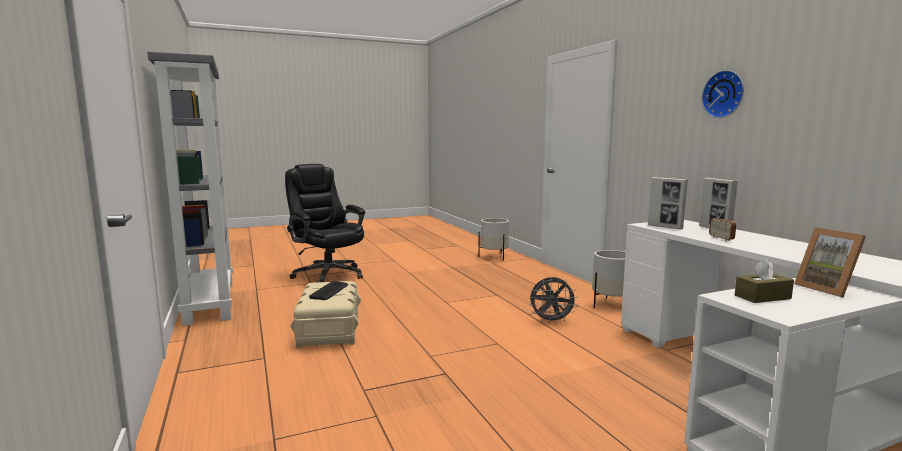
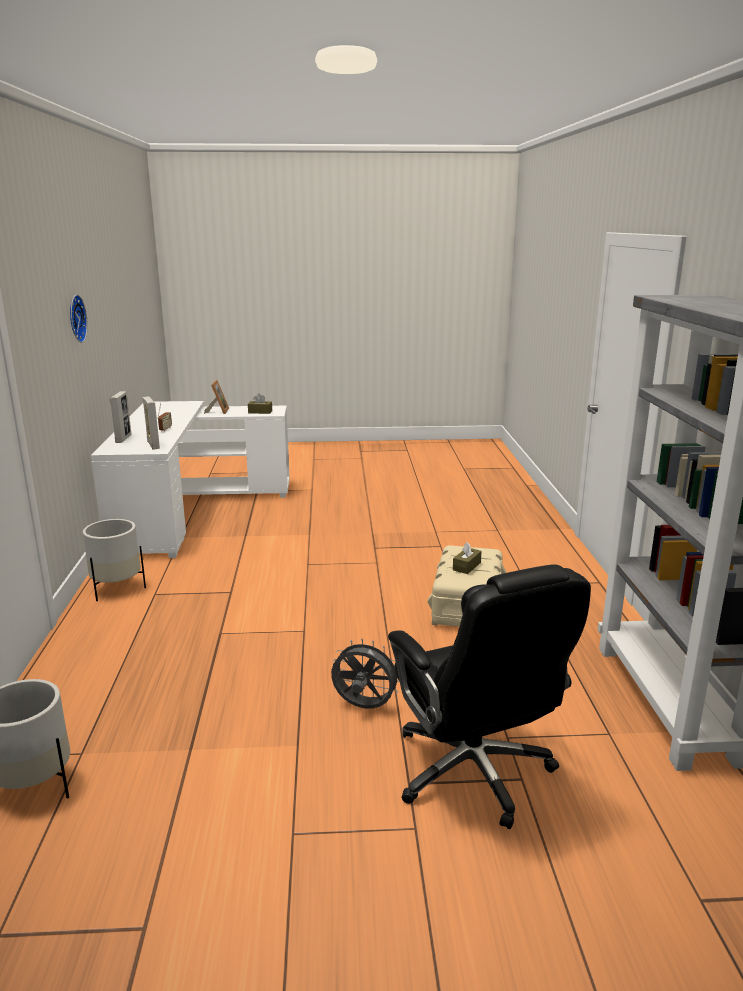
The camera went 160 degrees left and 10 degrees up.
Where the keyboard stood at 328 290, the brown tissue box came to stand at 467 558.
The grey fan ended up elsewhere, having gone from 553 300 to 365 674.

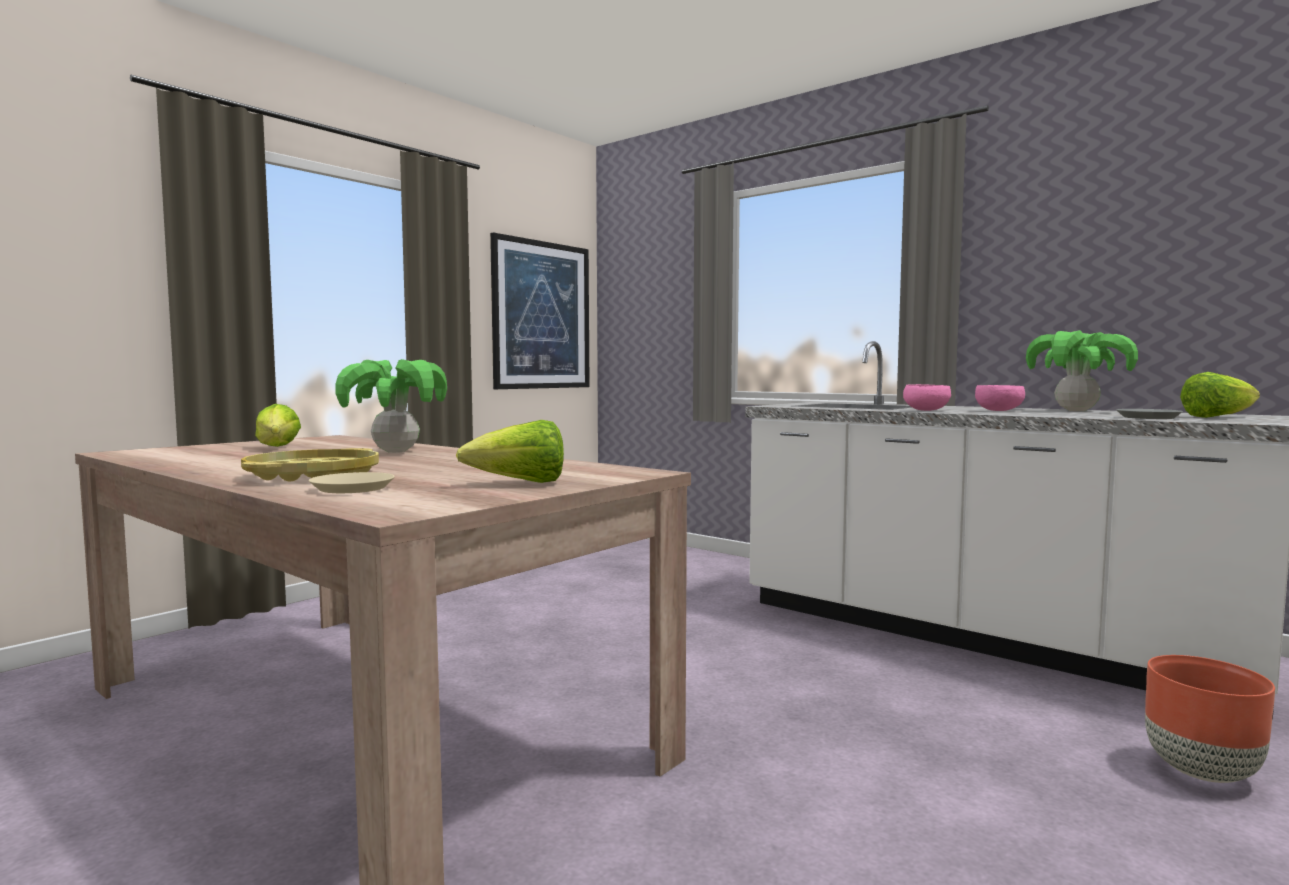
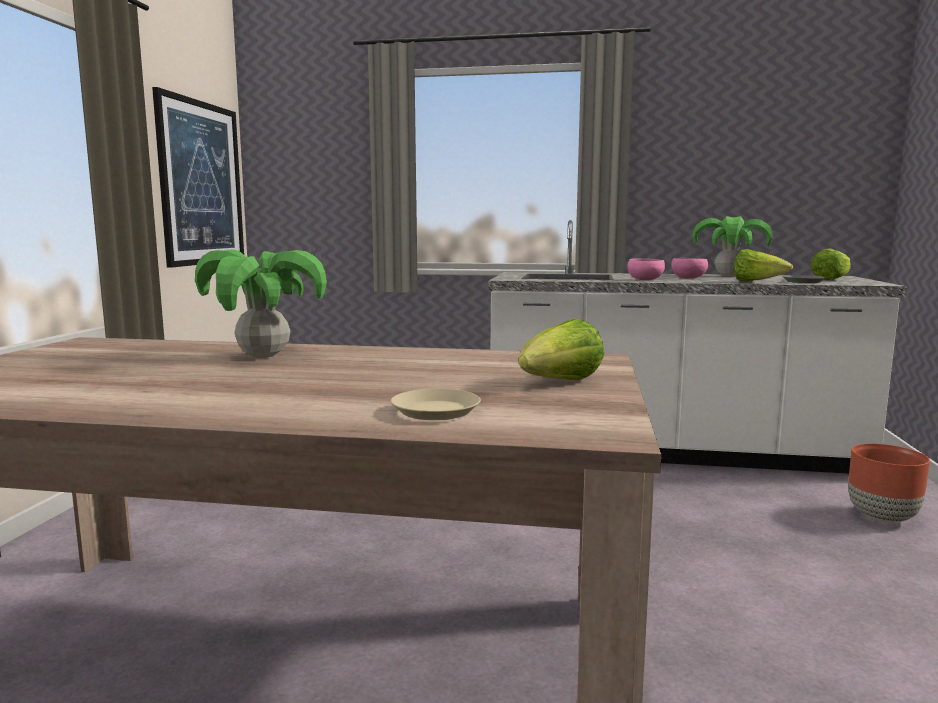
The camera went 30 degrees left and 5 degrees up.
The second view lost the yellow tray at 310 465.
The lettuce ended up elsewhere, having gone from 278 425 to 763 265.

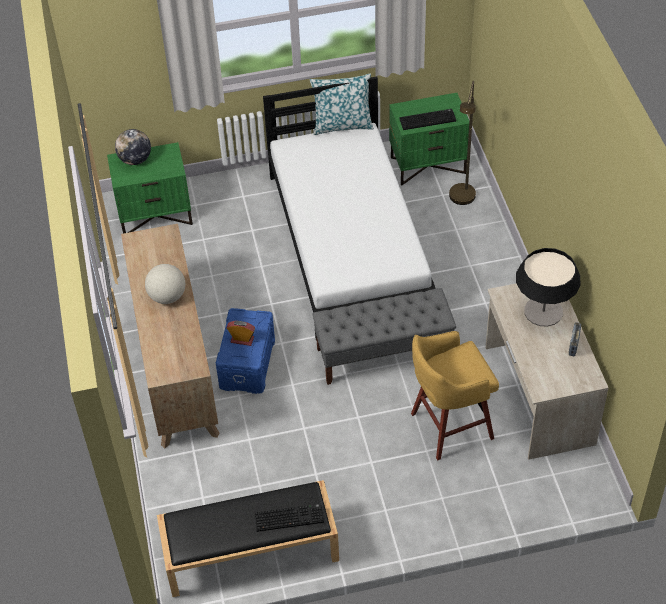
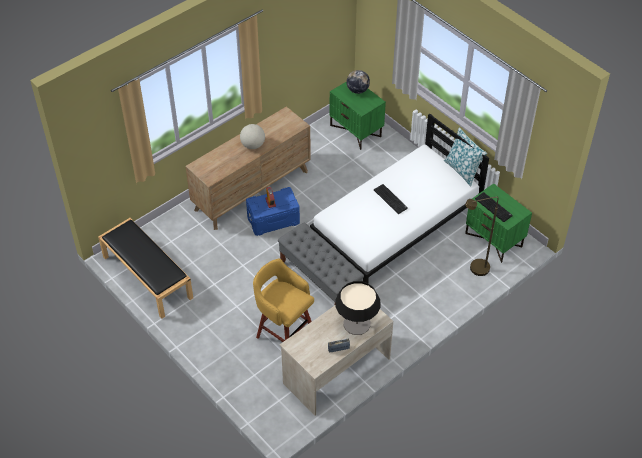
The camera went 60 degrees right and 0 degrees up.
The keyboard ended up elsewhere, having gone from 289 517 to 391 199.

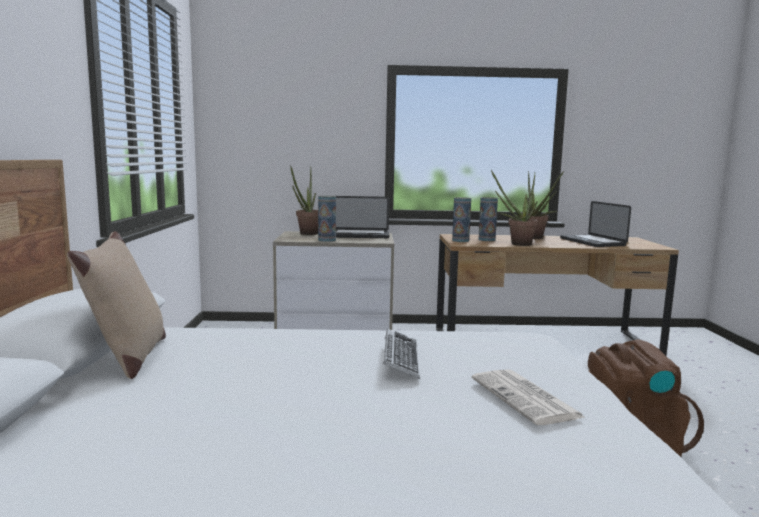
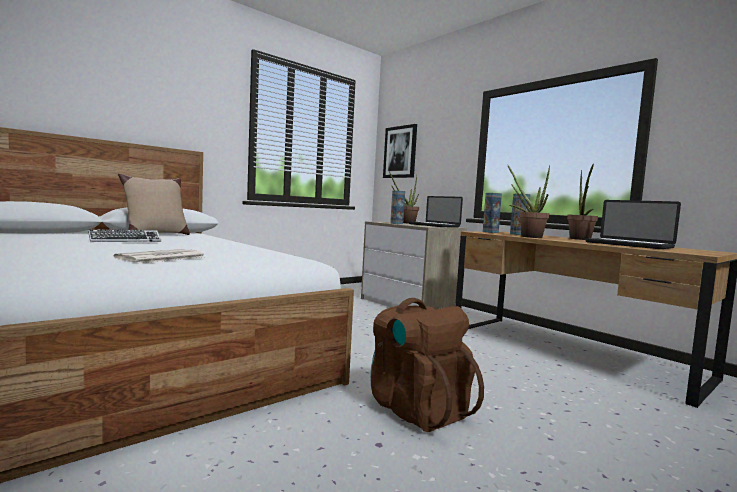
The camera went 50 degrees right and 5 degrees down.
The keyboard ended up elsewhere, having gone from 401 353 to 124 235.
The laptop at 595 224 ended up facing another way, 75 degrees counterclockwise from before.
The second view gained the picture at 400 151.

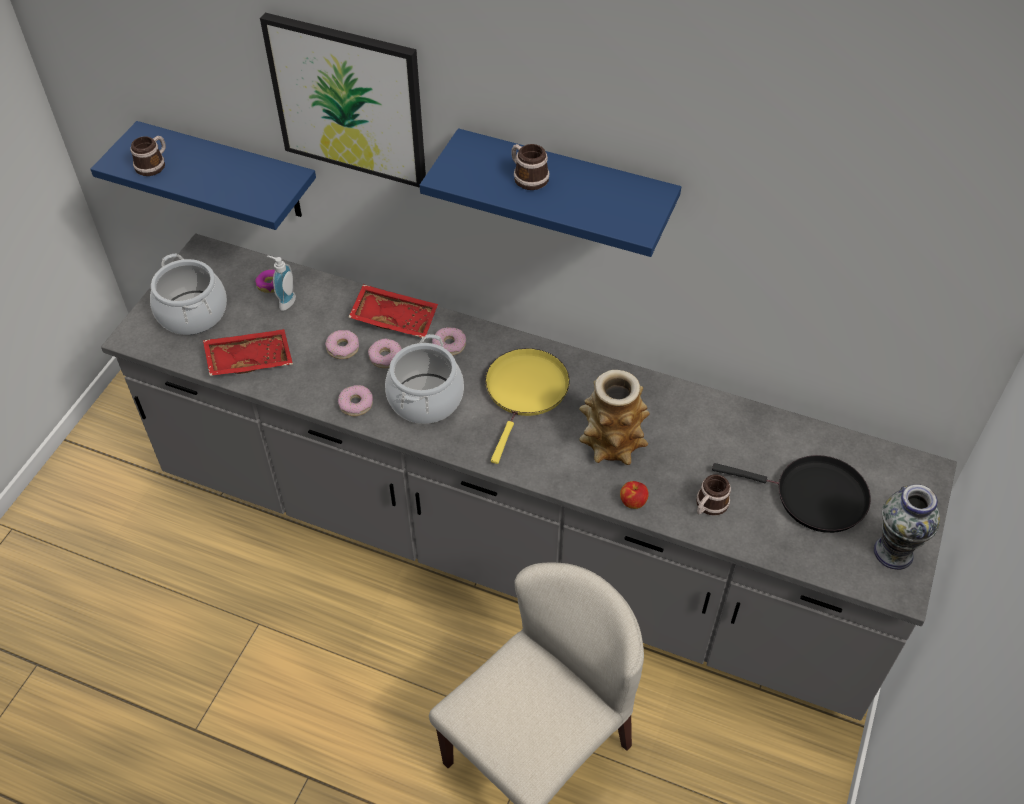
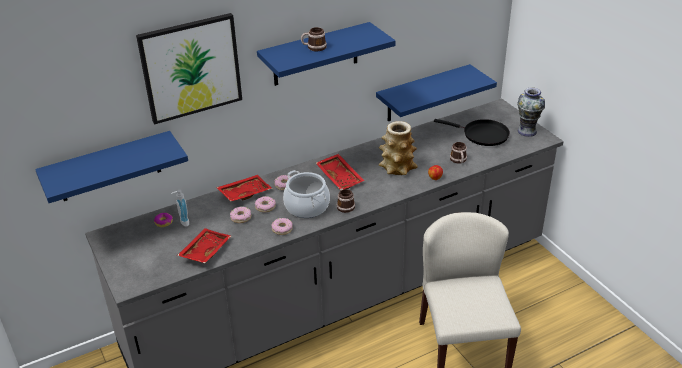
The camera went 50 degrees left and 15 degrees down.
The mug ended up elsewhere, having gone from 148 156 to 346 200.
The second view lost the cooking pot at 188 294.
Where the yellow frying pan stood at 527 406, the red tray came to stand at 340 172.
The black frying pan at 791 494 ended up facing another way, 60 degrees clockwise from before.
The second view gained the blue shelf at 436 92.

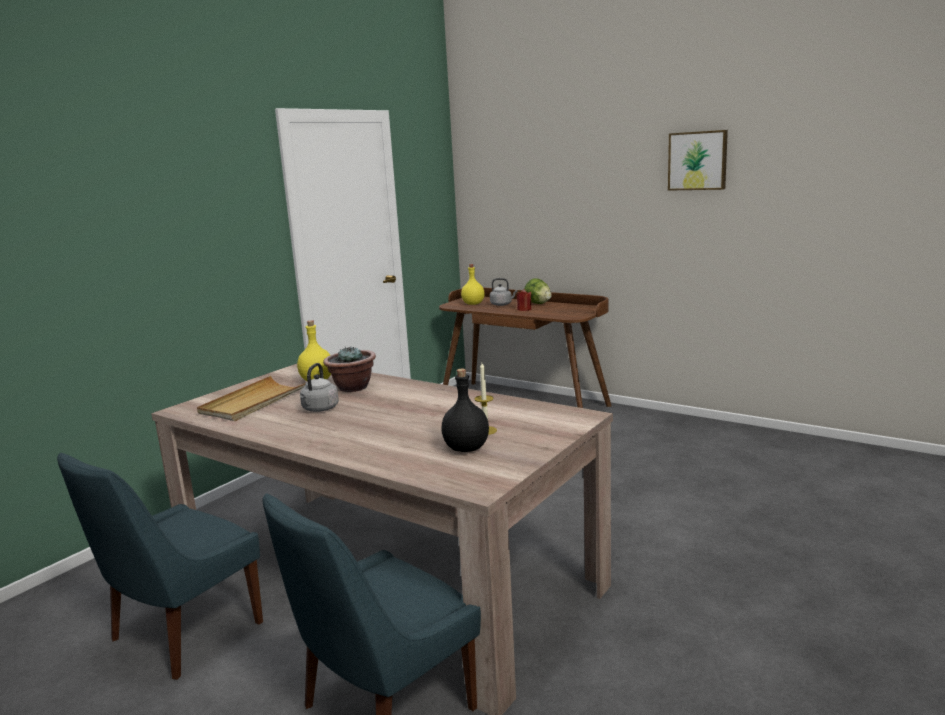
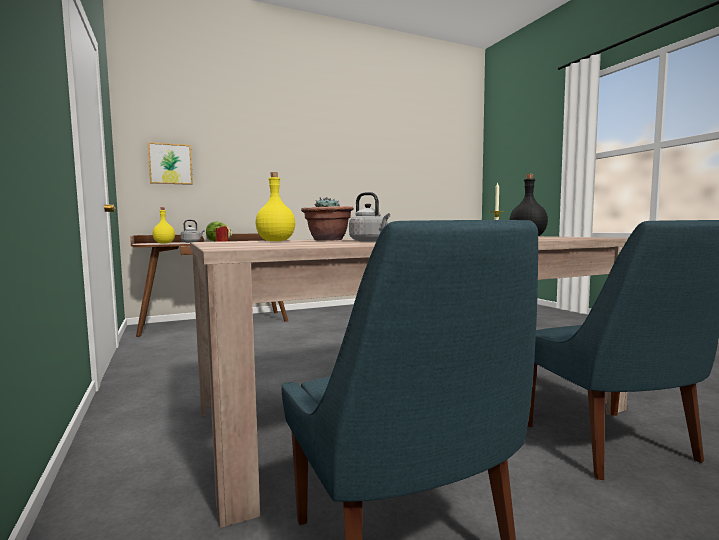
The camera went 60 degrees left and 10 degrees down.
The second view lost the beige tray at 252 398.
The picture ended up elsewhere, having gone from 698 160 to 170 163.

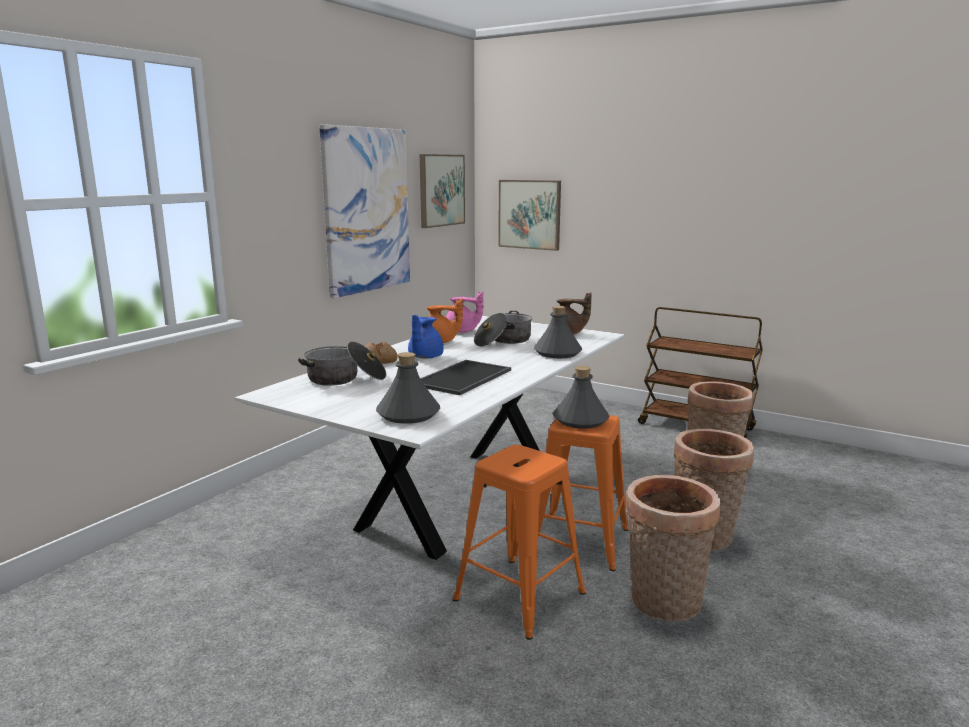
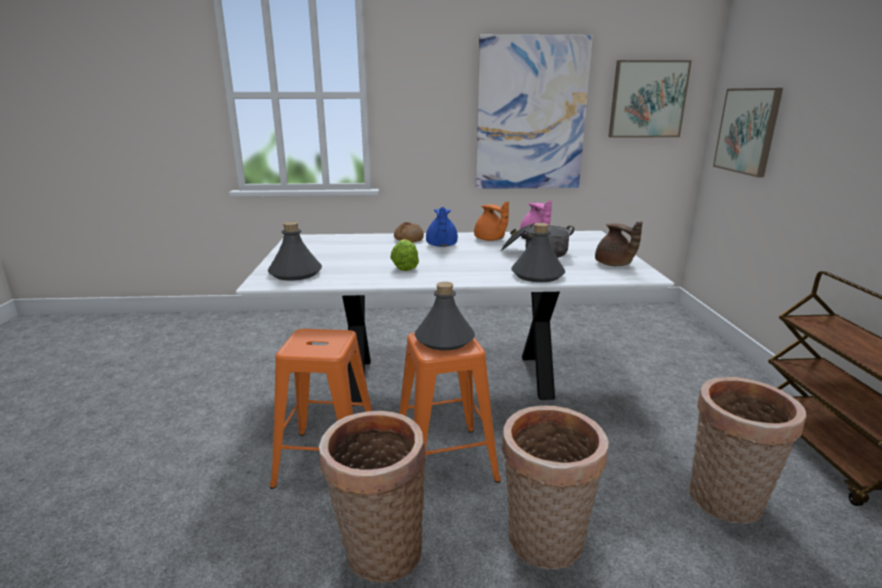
The camera went 55 degrees right and 5 degrees up.
The second view lost the cooking pot at 342 364.
The blue teapot at 426 336 ended up facing another way, 75 degrees counterclockwise from before.
Where the tray stood at 466 377, the lettuce came to stand at 404 255.

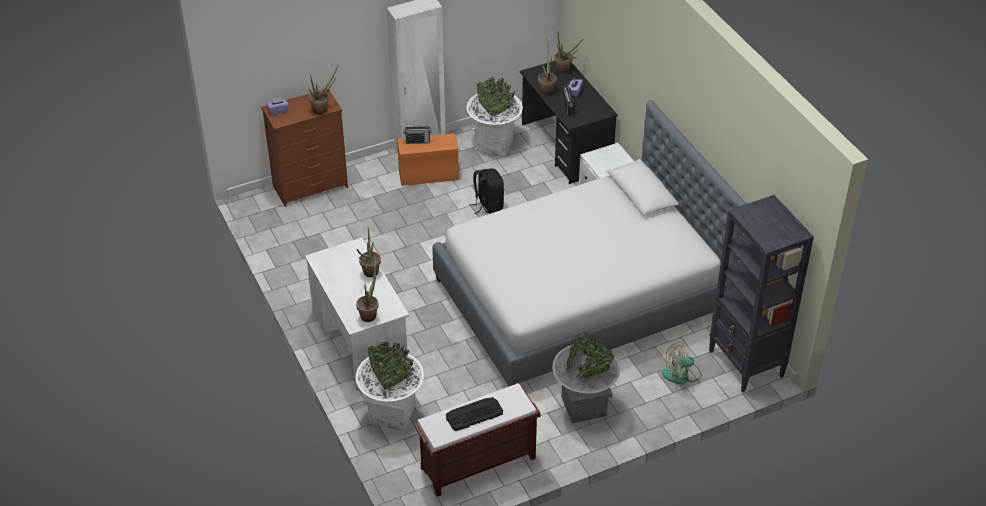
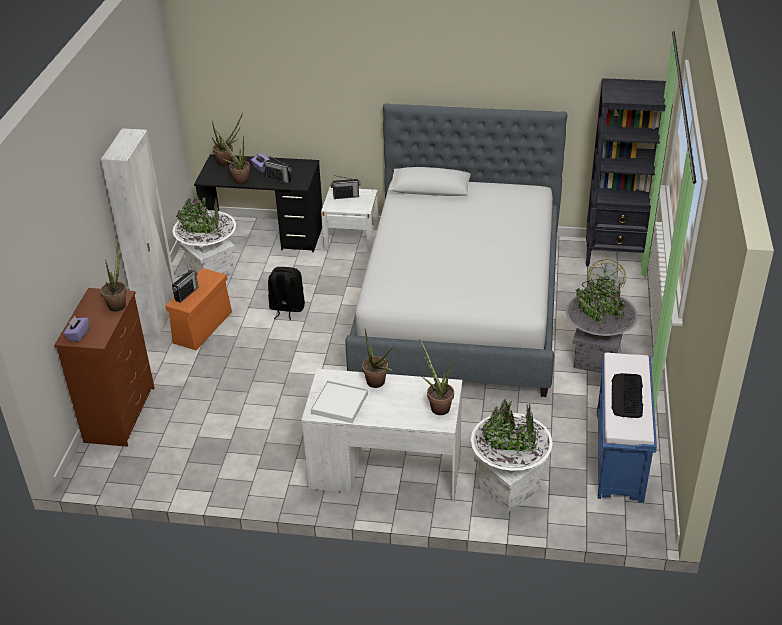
The camera went 55 degrees left and 5 degrees down.
What was the brown bench at 477 440 turned into the blue bench at 627 428.
The second view gained the white tray at 339 401.
The second view gained the radio at 345 187.

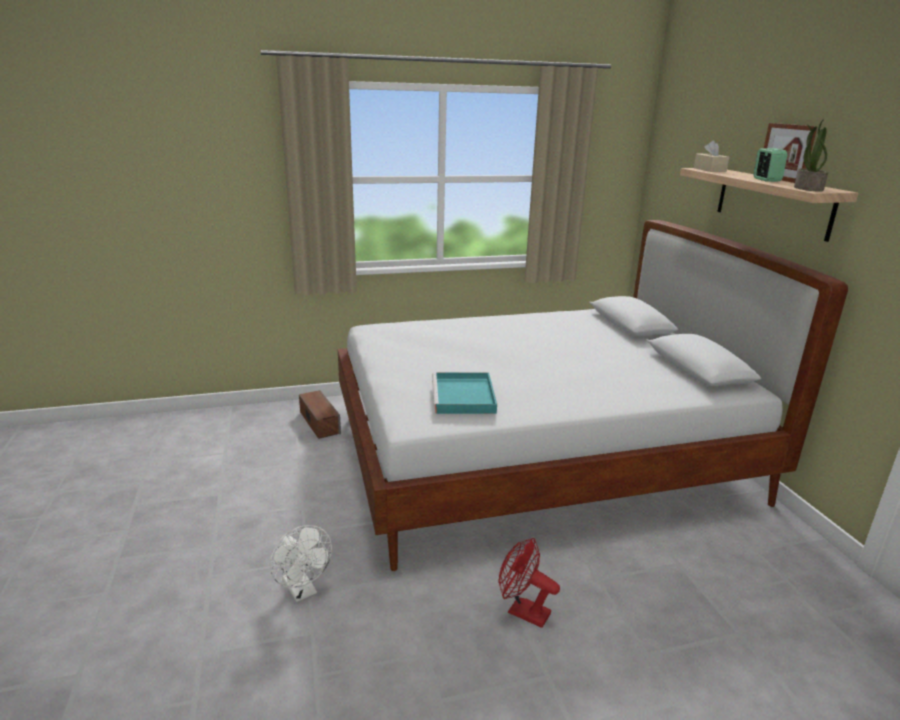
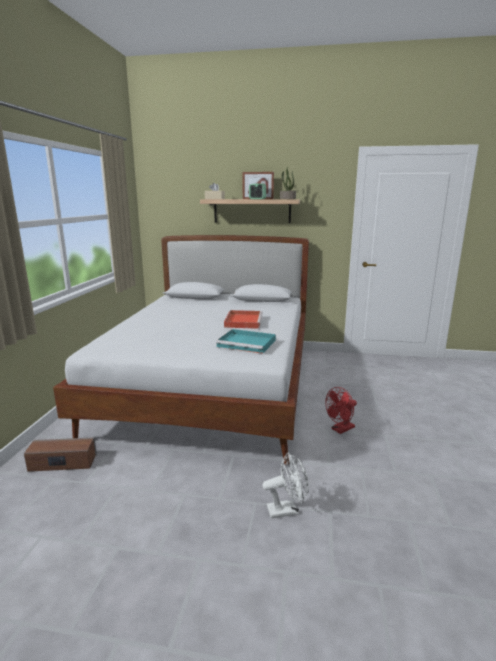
The camera went 65 degrees left and 5 degrees down.
The second view gained the red tray at 243 319.

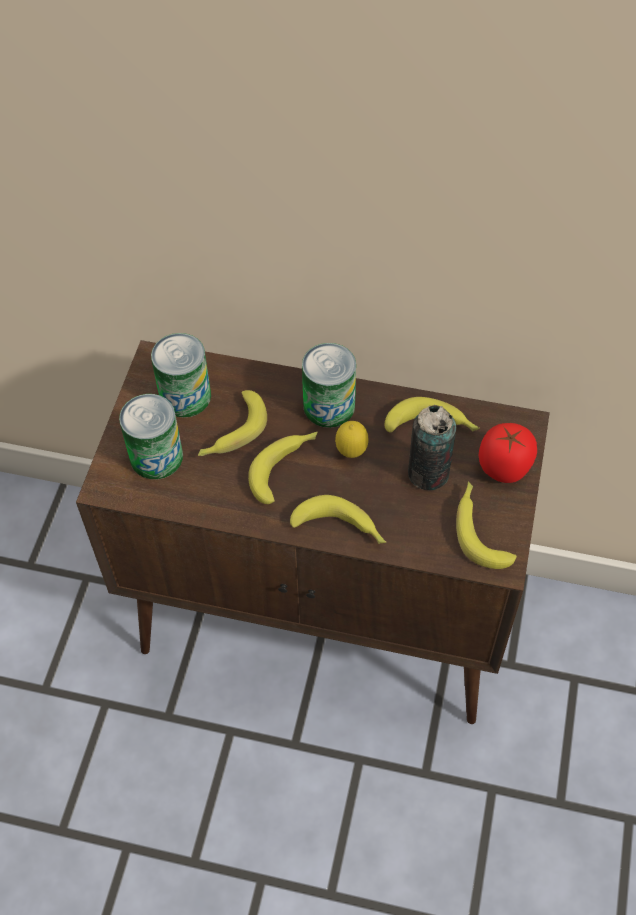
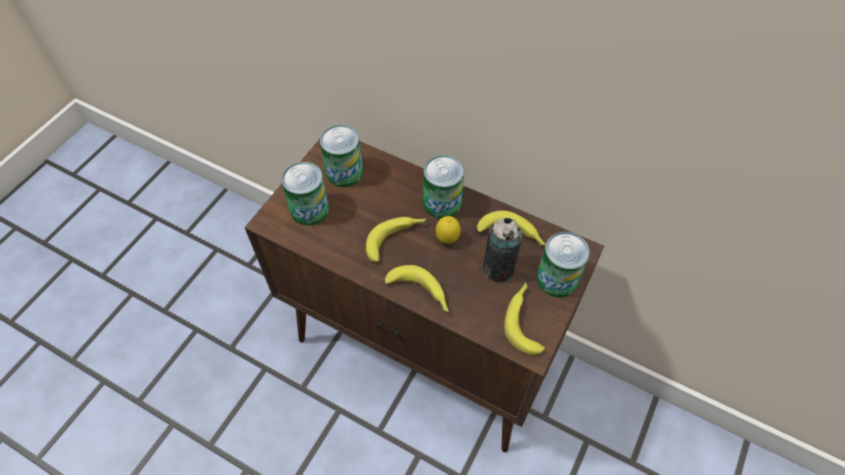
The camera went 15 degrees right and 0 degrees up.
The second view lost the banana at 232 423.
Where the tomato stood at 508 453, the can came to stand at 563 264.

